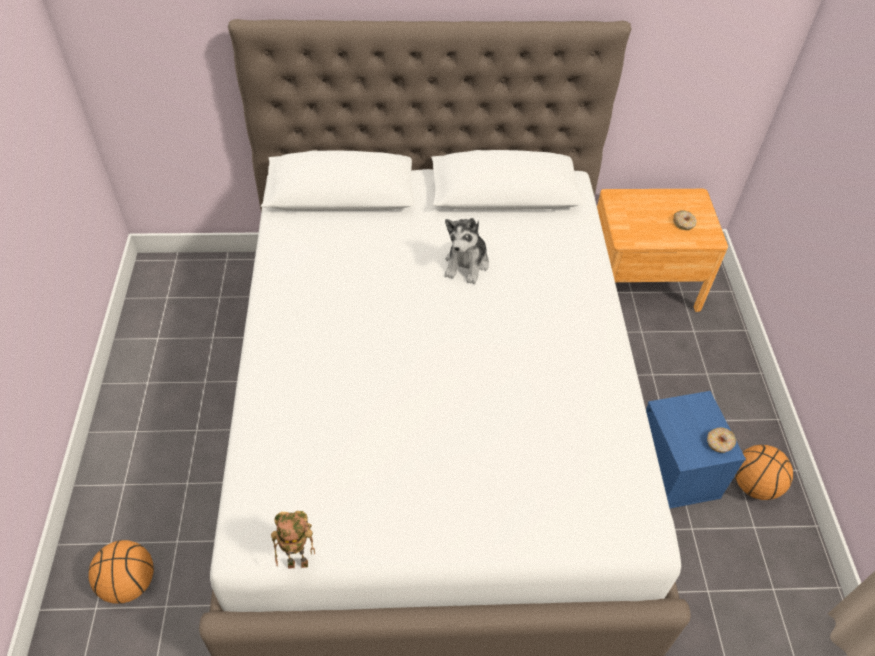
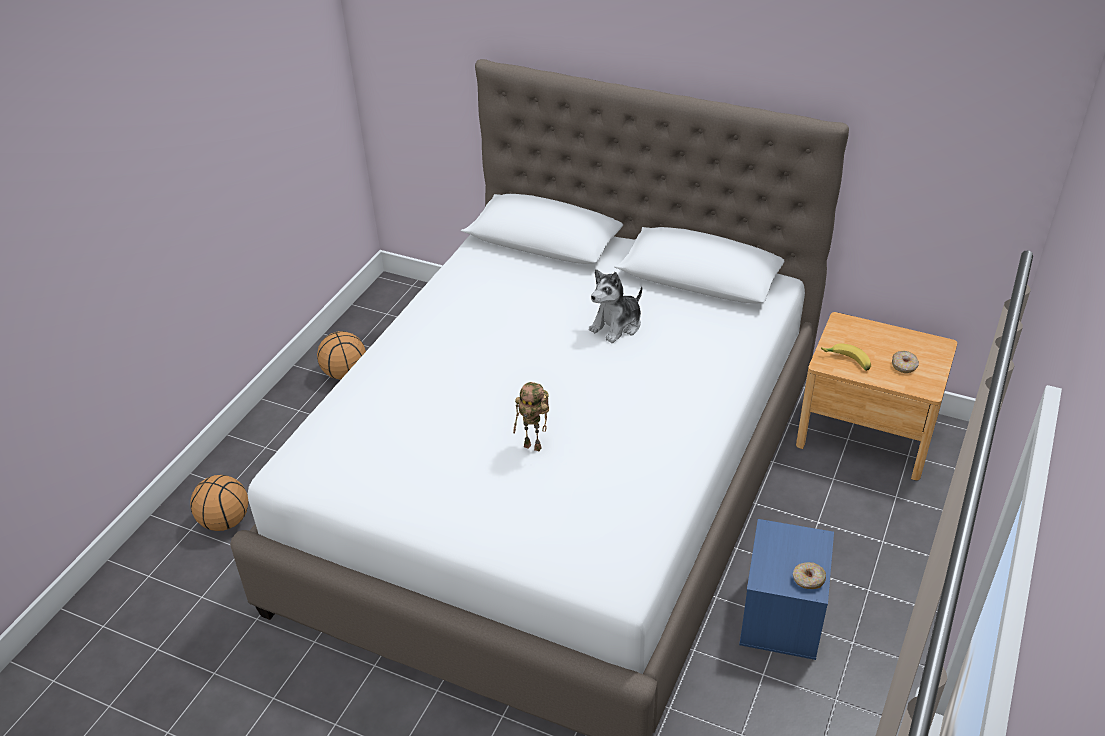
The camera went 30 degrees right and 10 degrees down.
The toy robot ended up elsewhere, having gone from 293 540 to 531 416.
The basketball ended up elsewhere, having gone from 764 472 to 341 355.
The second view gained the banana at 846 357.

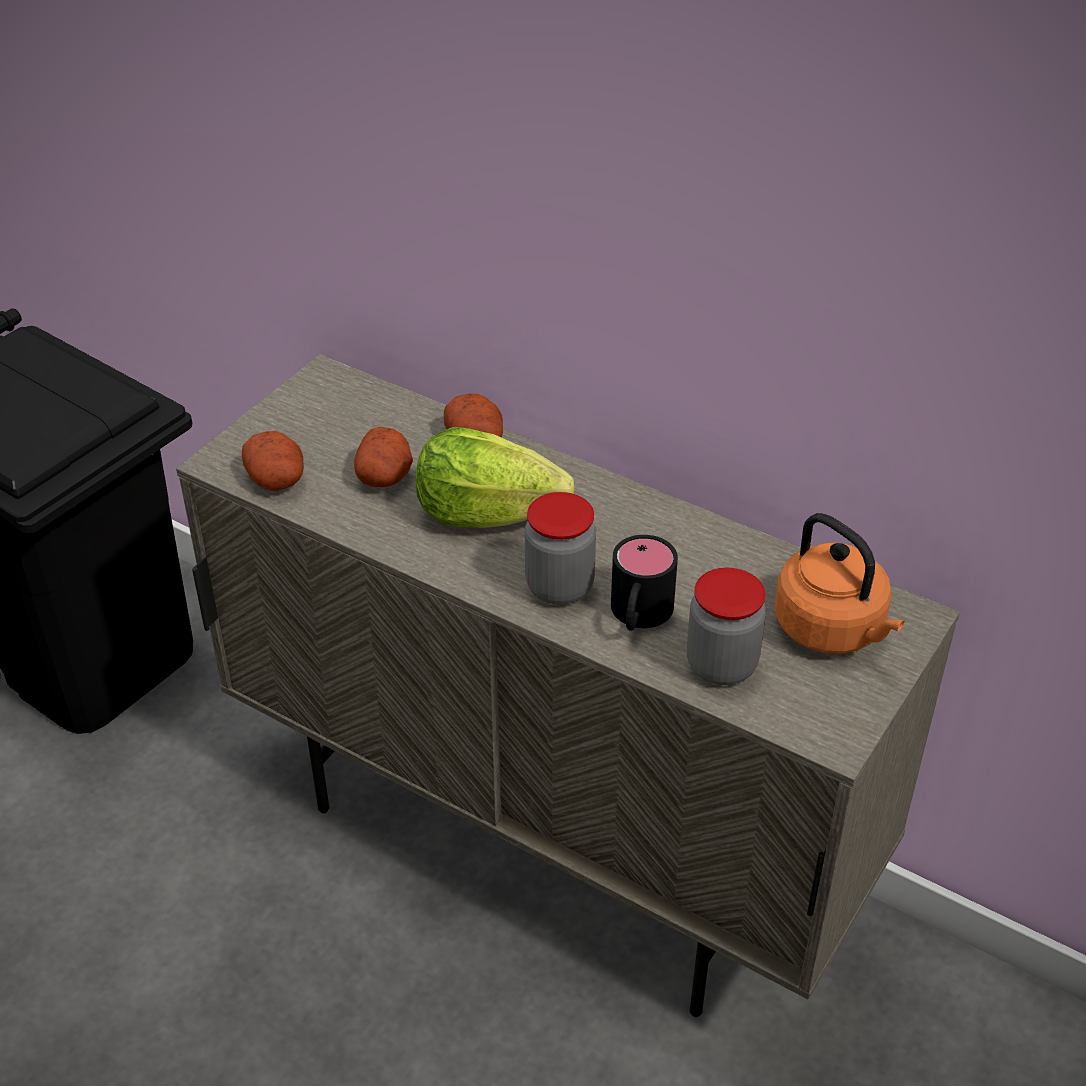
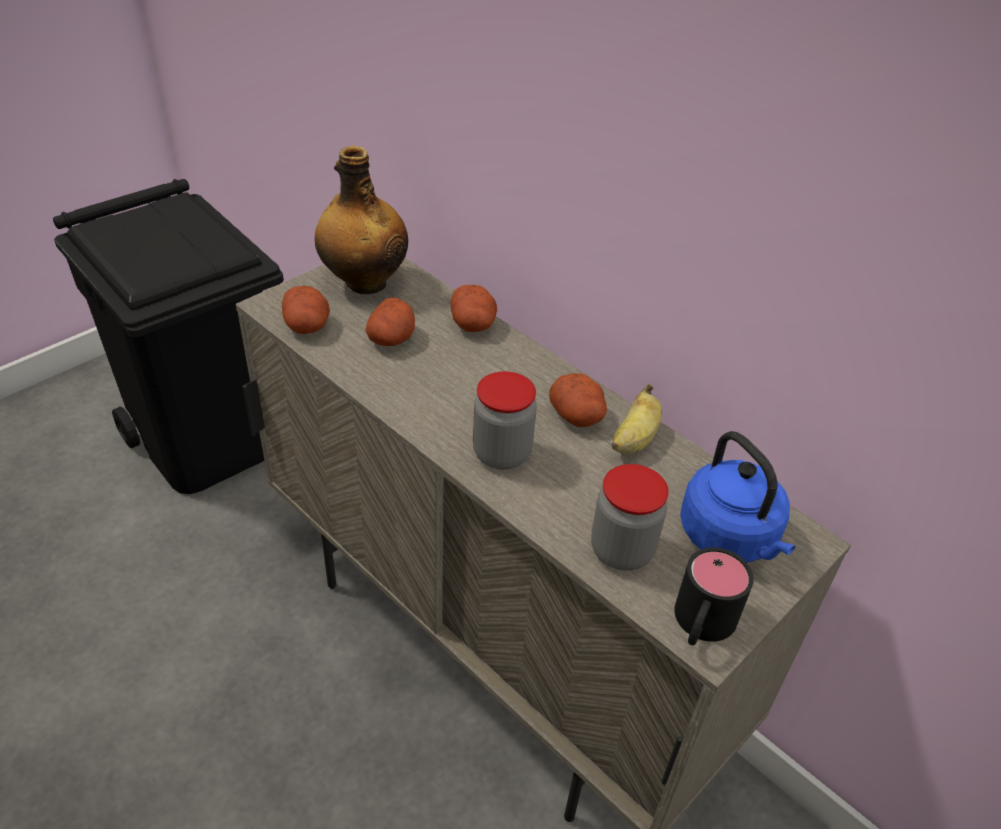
The camera went 10 degrees right and 0 degrees up.
The second view lost the lettuce at 495 477.
The black mug ended up elsewhere, having gone from 644 583 to 714 596.
What was the orange kettle at 840 583 turned into the blue kettle at 738 497.
The second view gained the bottle at 361 220.
The second view gained the potato at 578 400.
The second view gained the banana at 637 419.

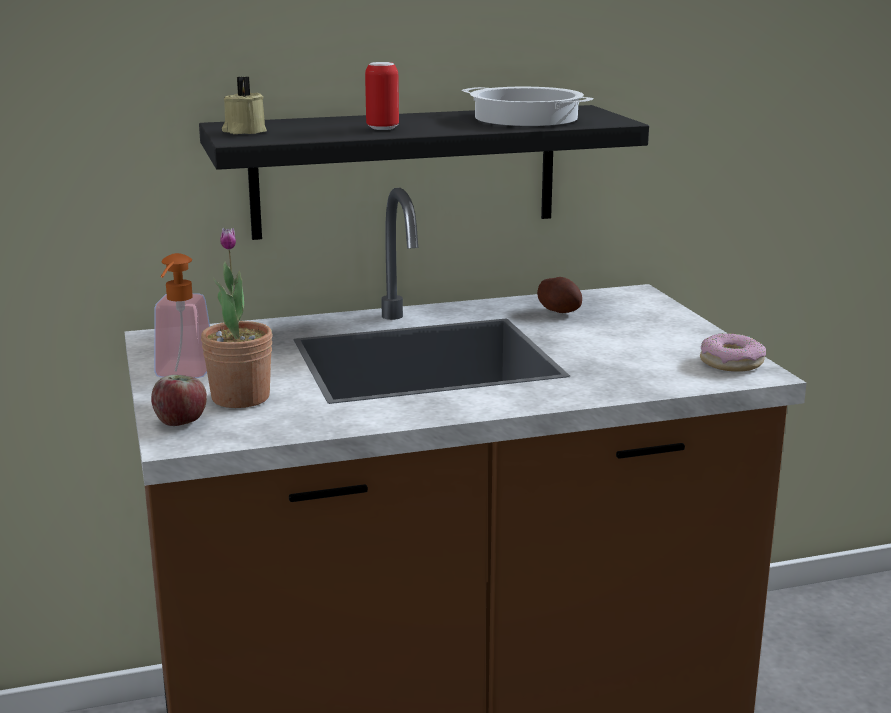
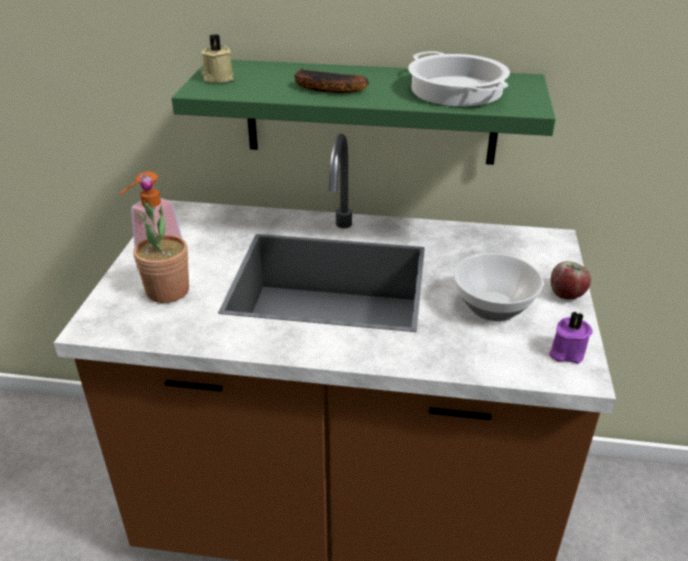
The camera went 25 degrees right and 15 degrees up.
The apple ended up elsewhere, having gone from 179 400 to 570 280.
What was the black shelf at 424 172 turned into the green shelf at 364 112.
Where the can stood at 382 96, the banana came to stand at 331 80.
The second view lost the potato at 559 295.
Where the donut stood at 733 352, the purple candle came to stand at 570 337.
The second view gained the bowl at 498 287.

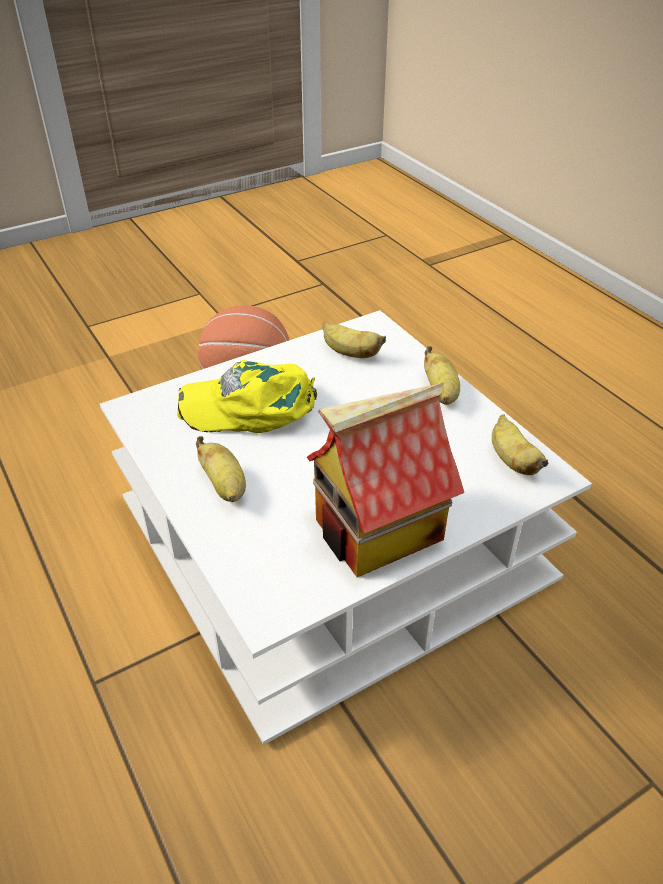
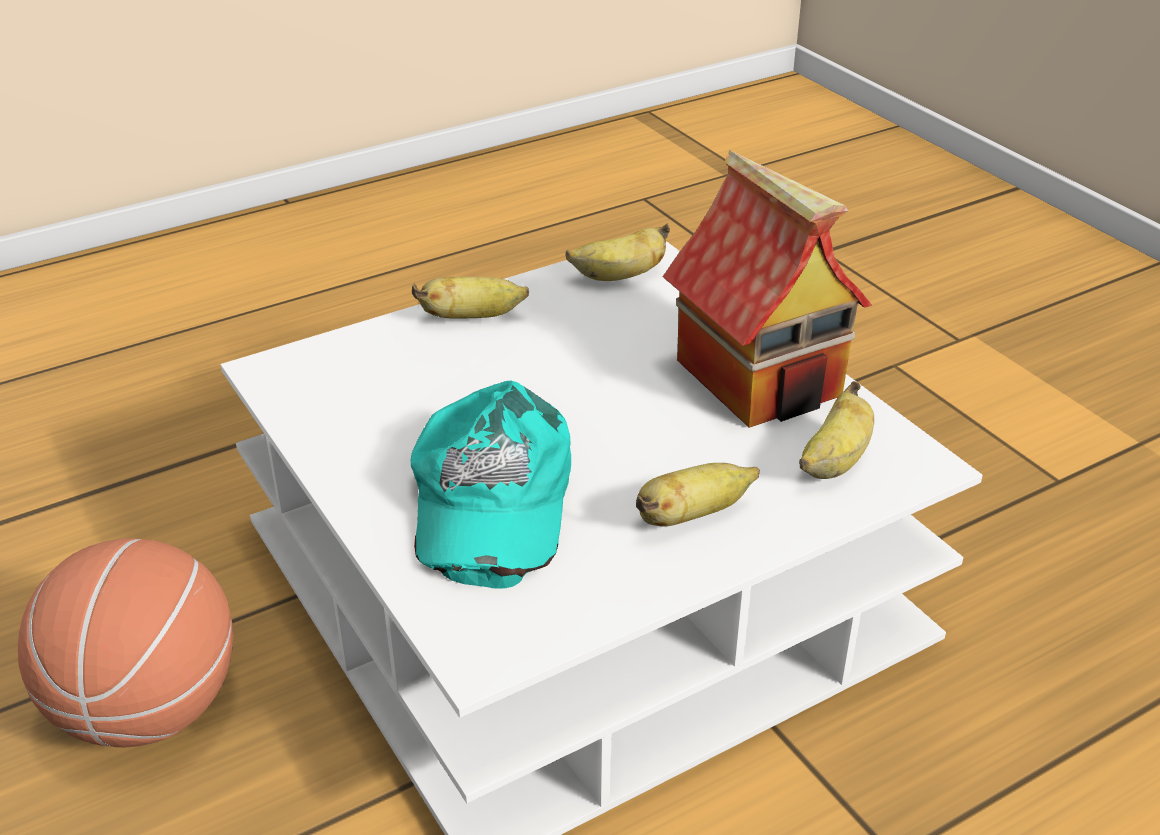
The camera went 90 degrees left and 5 degrees down.
What was the yellow cap at 247 396 turned into the turquoise cap at 491 484.
The banana ended up elsewhere, having gone from 354 340 to 836 430.

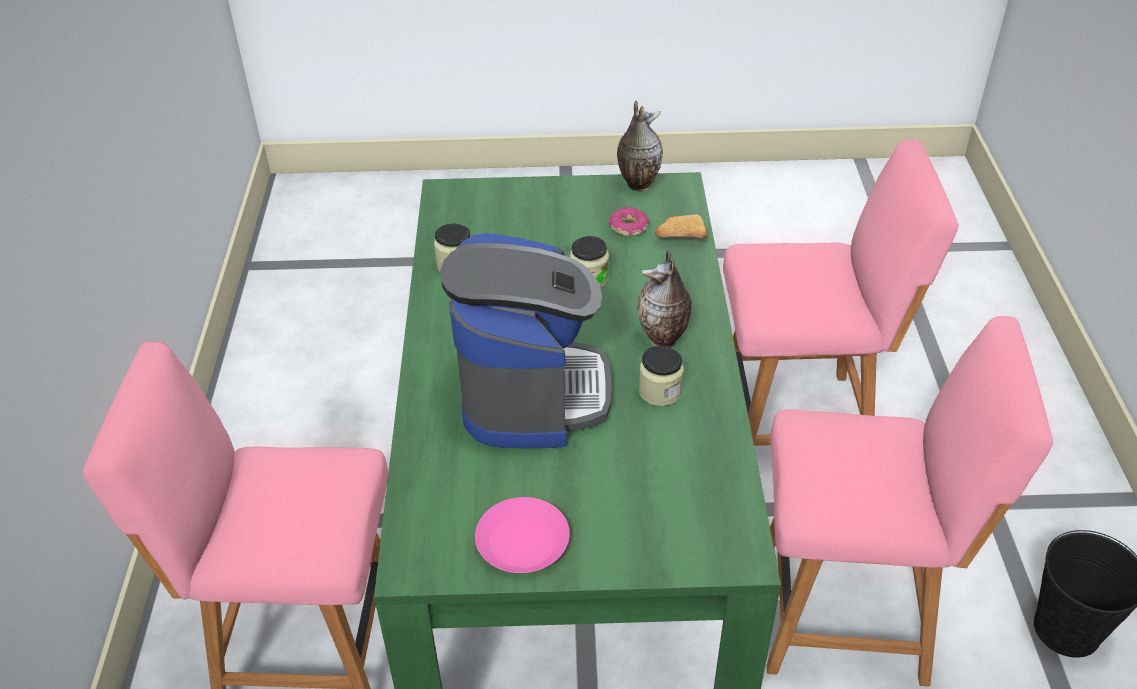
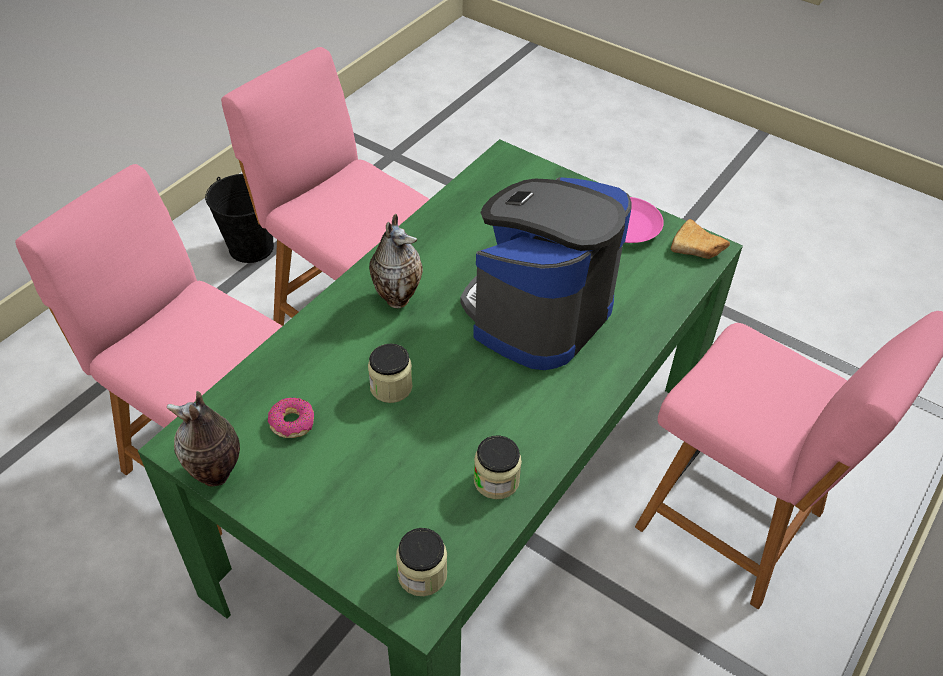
The camera went 145 degrees left and 5 degrees up.
The jar ended up elsewhere, having gone from 661 376 to 421 562.
The bread ended up elsewhere, having gone from 681 227 to 700 239.

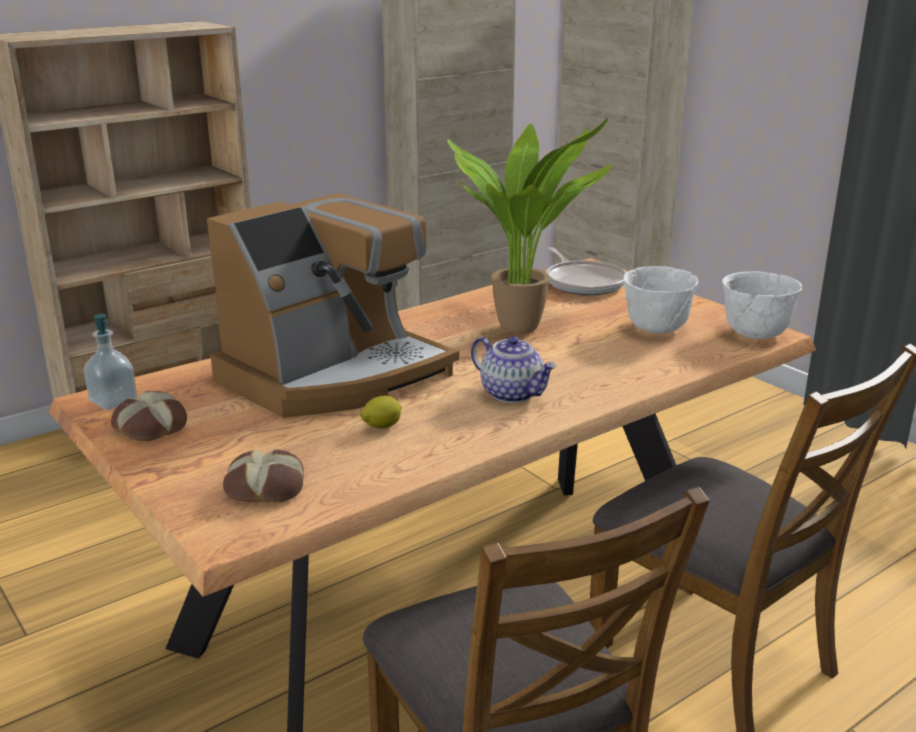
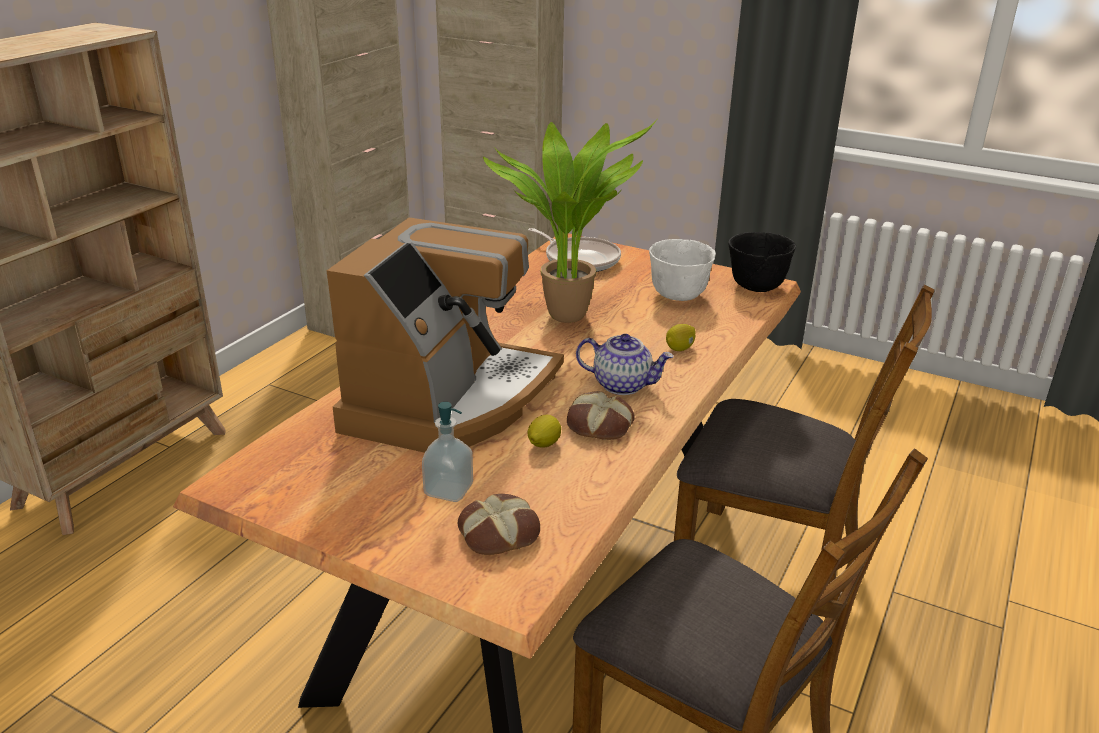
The camera went 25 degrees left and 5 degrees up.
The soap dispenser ended up elsewhere, having gone from 110 362 to 447 452.
The bread ended up elsewhere, having gone from 149 416 to 601 415.
What was the white bowl at 762 305 turned into the black bowl at 762 262.
The second view gained the lemon at 681 337.

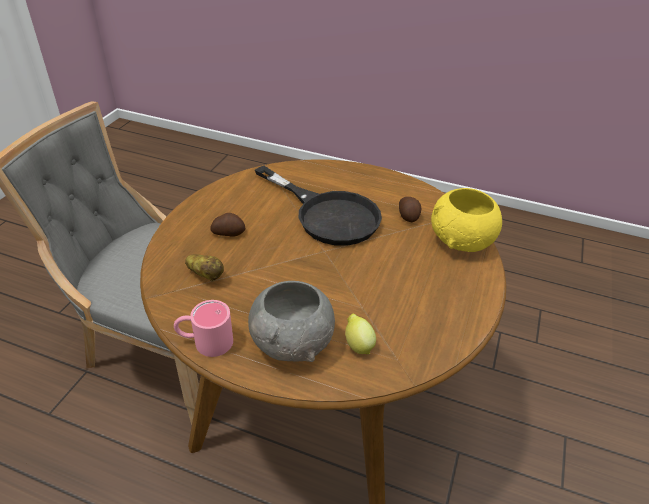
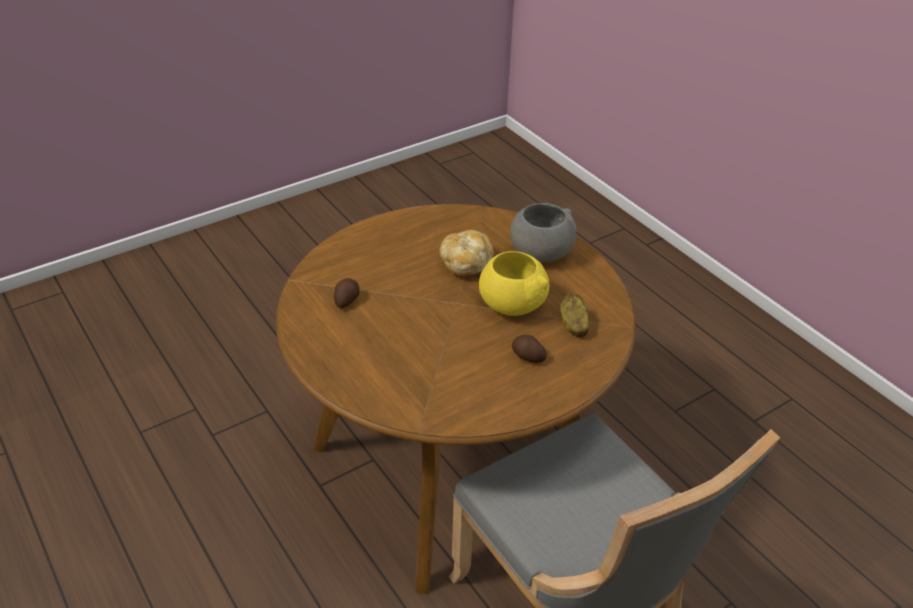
The camera went 145 degrees left and 0 degrees up.
The second view lost the pink mug at 203 328.
The second view lost the black frying pan at 318 206.
The second view lost the lemon at 360 333.
The yellow bowl ended up elsewhere, having gone from 466 220 to 514 283.
The second view gained the bread at 466 253.

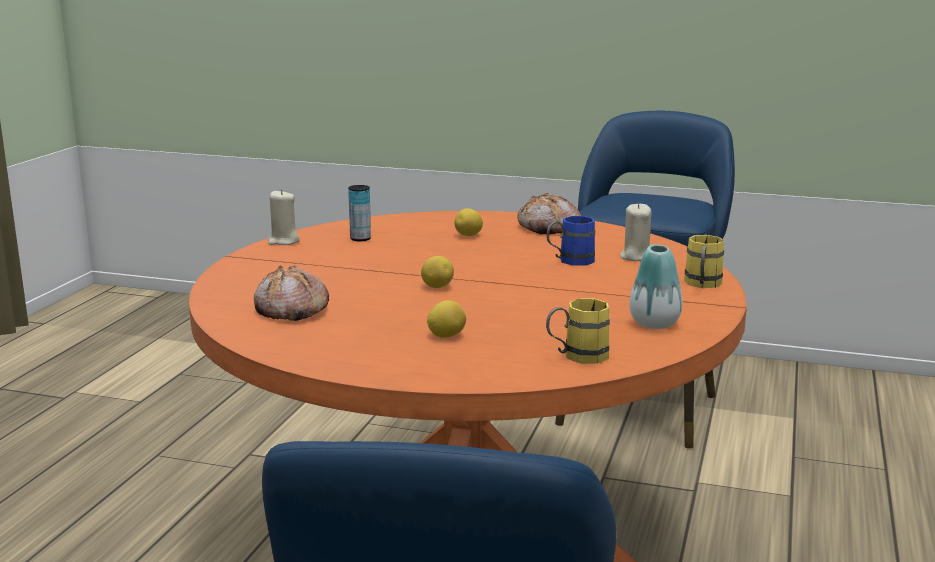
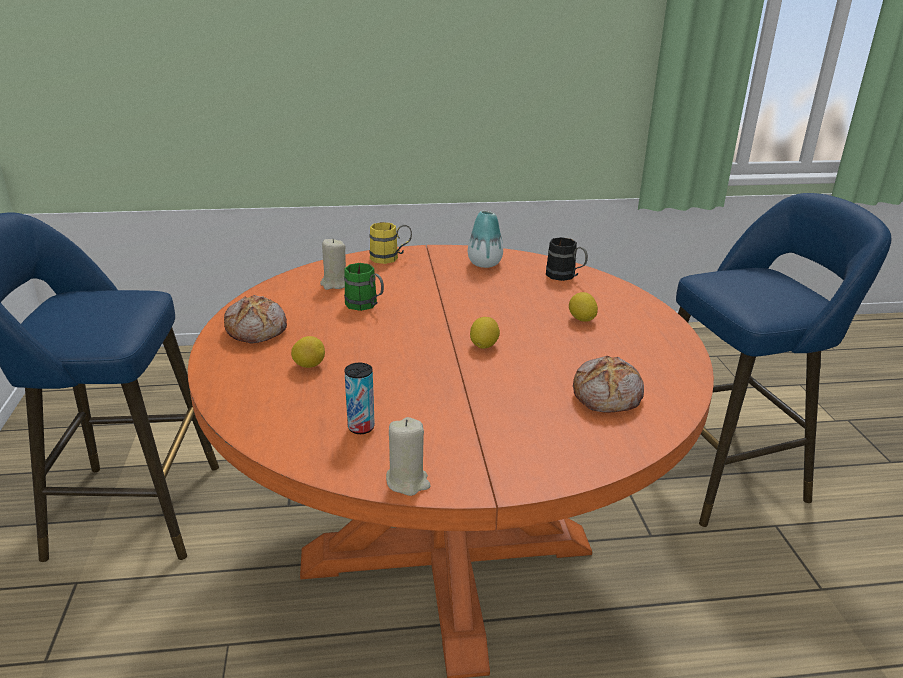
The camera went 115 degrees left and 10 degrees up.
What was the yellow mug at 578 331 turned into the black mug at 567 259.
What was the blue mug at 571 241 turned into the green mug at 364 287.

